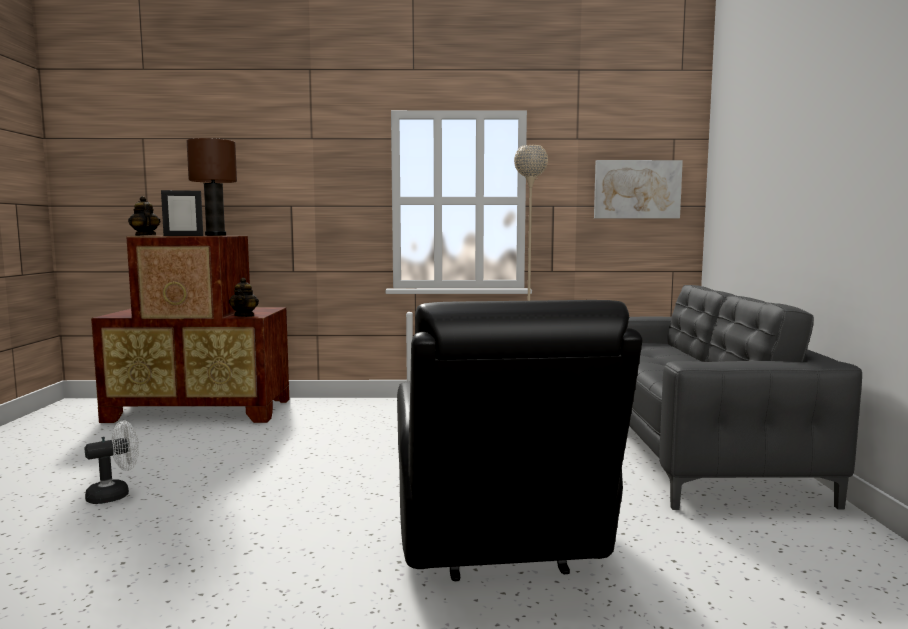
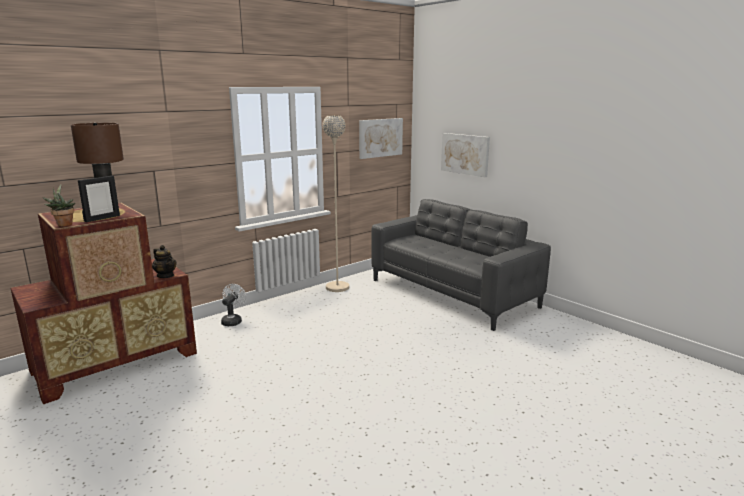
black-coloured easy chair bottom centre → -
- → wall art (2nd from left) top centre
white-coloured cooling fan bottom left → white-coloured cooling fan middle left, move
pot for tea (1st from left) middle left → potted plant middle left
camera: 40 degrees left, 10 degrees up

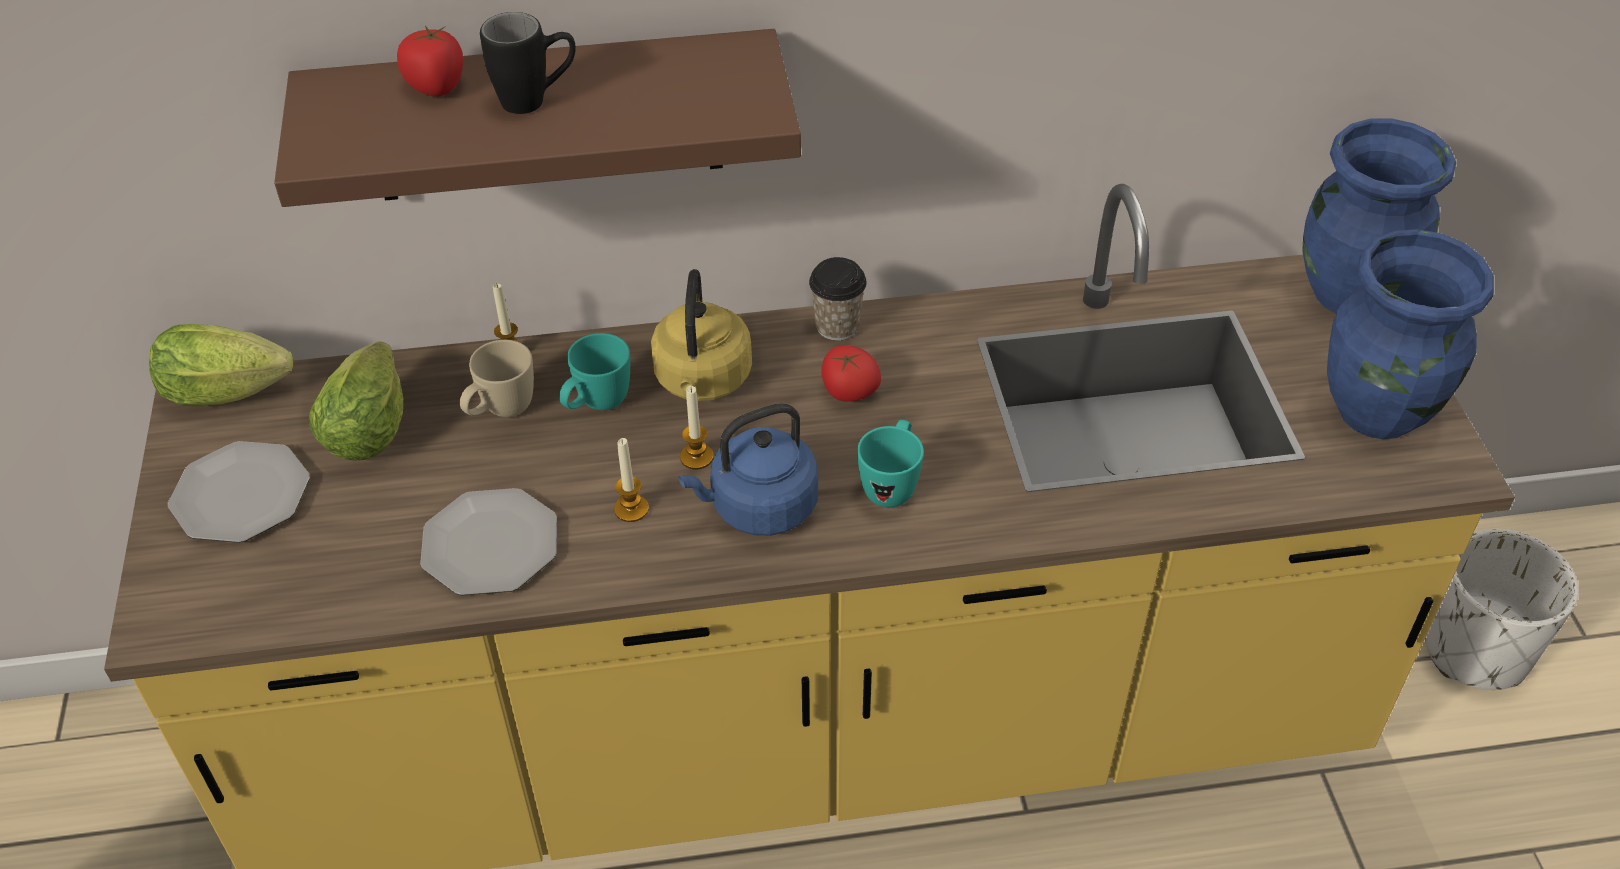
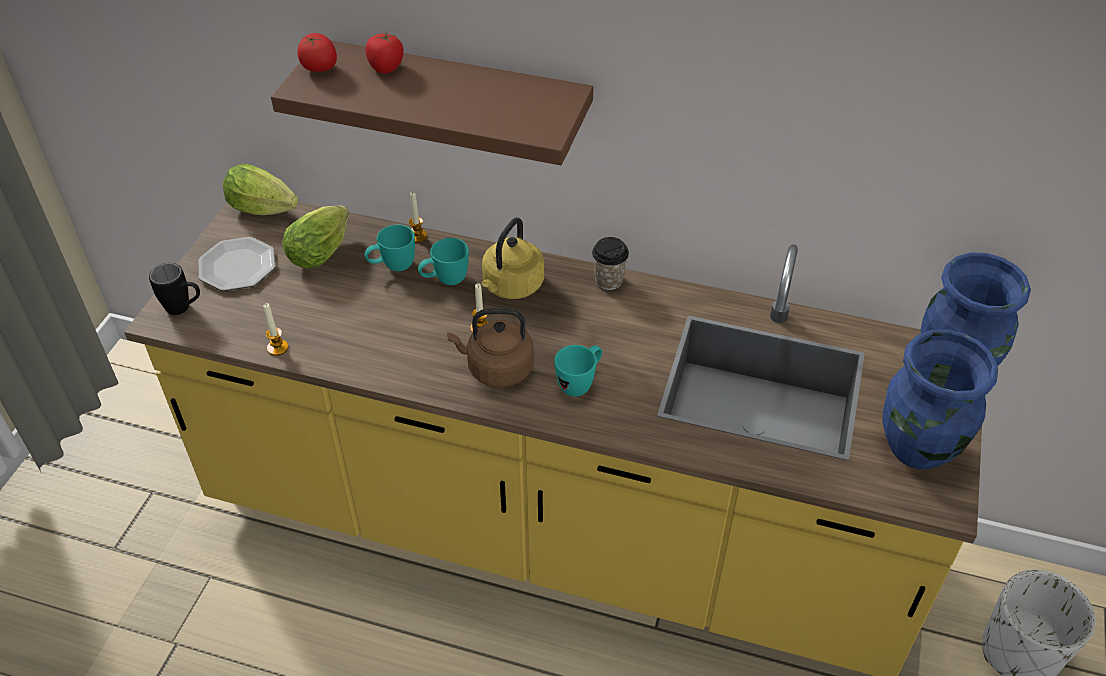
plate (2nd from left) middle left → -
black-coloured mug top left → black-coloured mug middle left, move
wax light (2nd from left in the first image) centre → wax light (1st from left) middle left, move
fresh tomato (2nd from left in the first image) centre → fresh tomato (1st from left) top left, move
beige-coloured mug middle left → turquoise mug (1st from left) centre
blue-coloured tea kettle centre → brownish tea kettle centre
camera: 25 degrees right, 0 degrees up

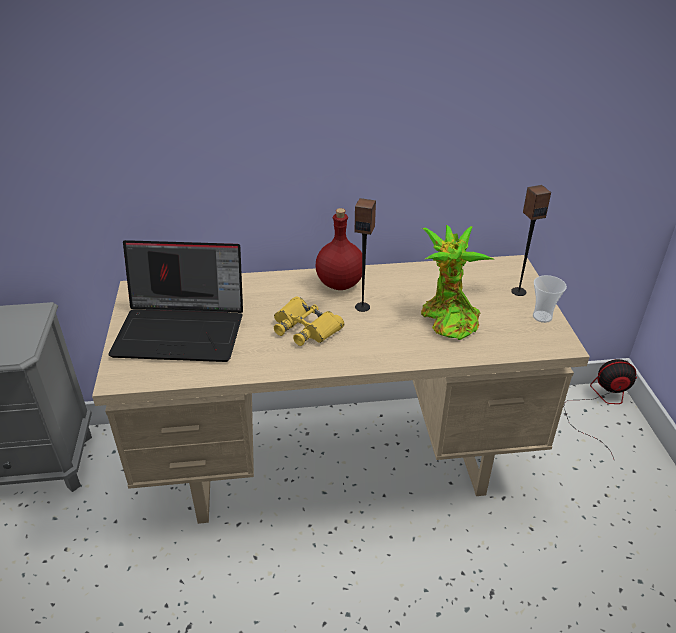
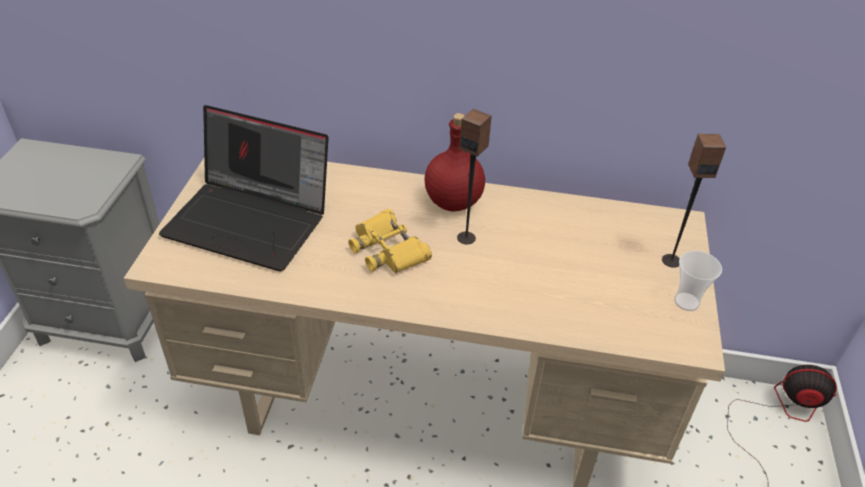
potted plant middle right → -
camera: 15 degrees right, 5 degrees up

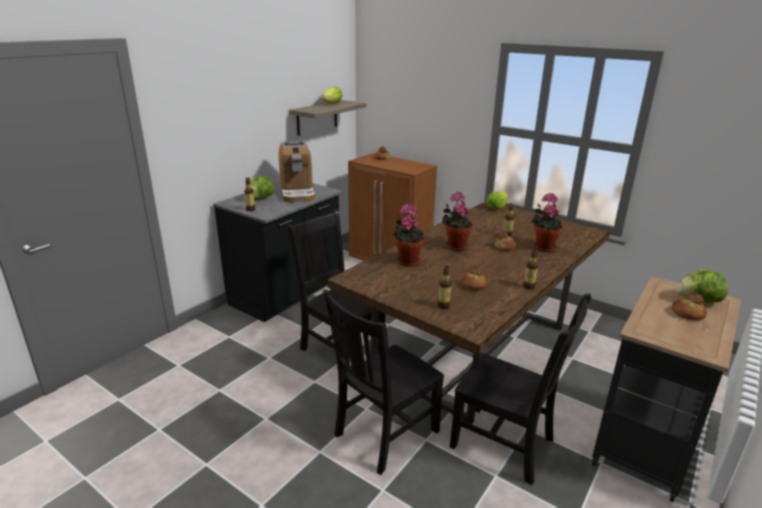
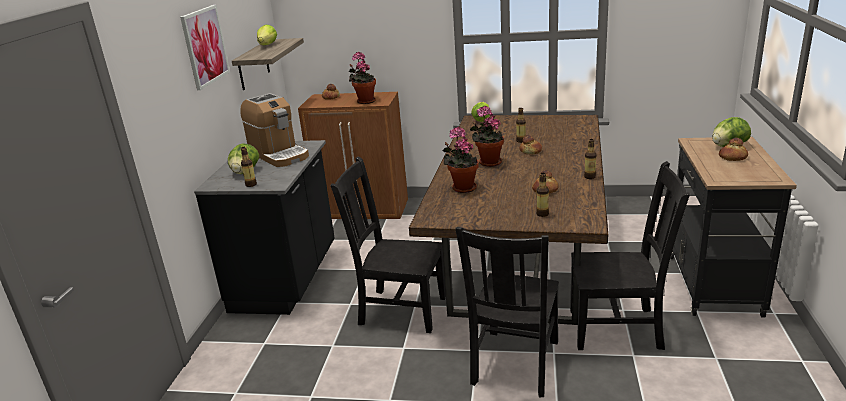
- → wall art top left
potted plant (3rd from left in the first image) middle right → potted plant (1st from left) top centre, move
camera: 25 degrees left, 0 degrees up

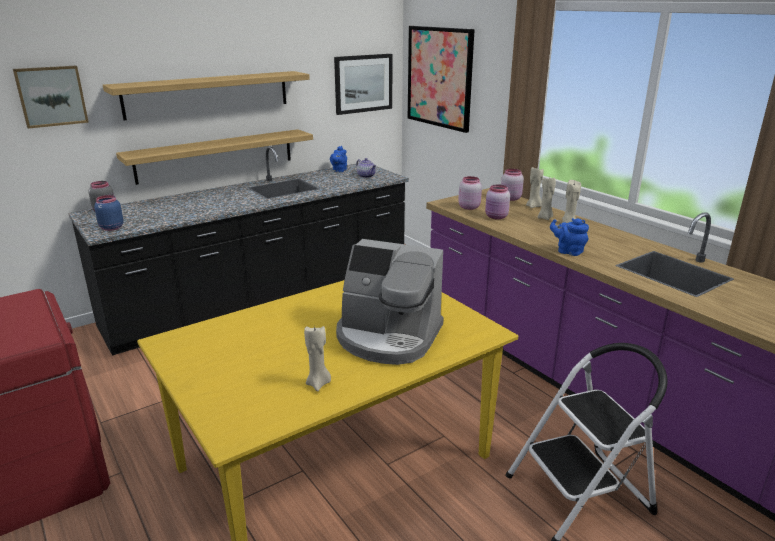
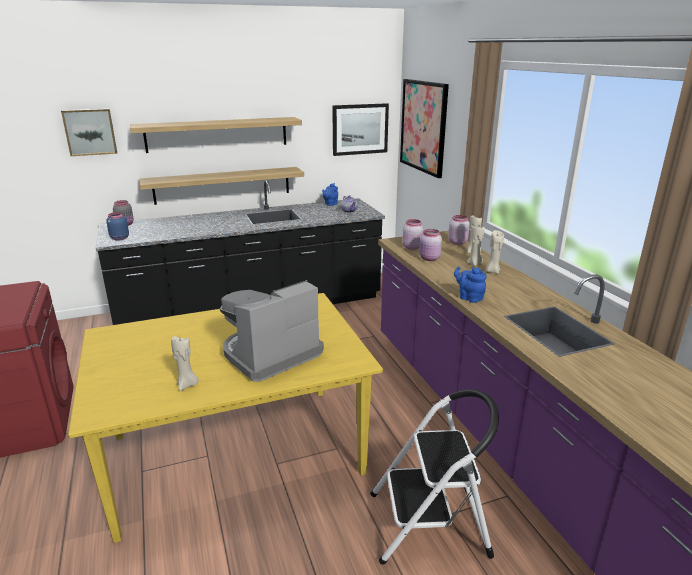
coffee maker centre, 105 degrees clockwise
camera: 15 degrees right, 0 degrees up

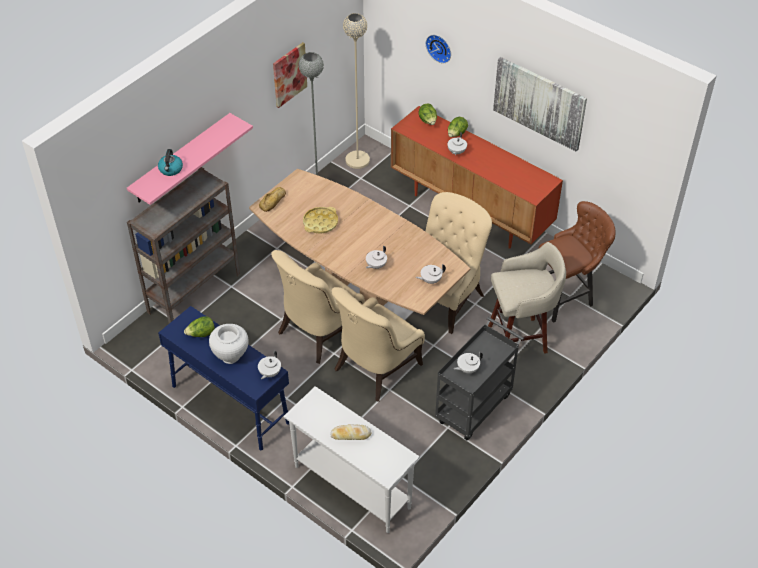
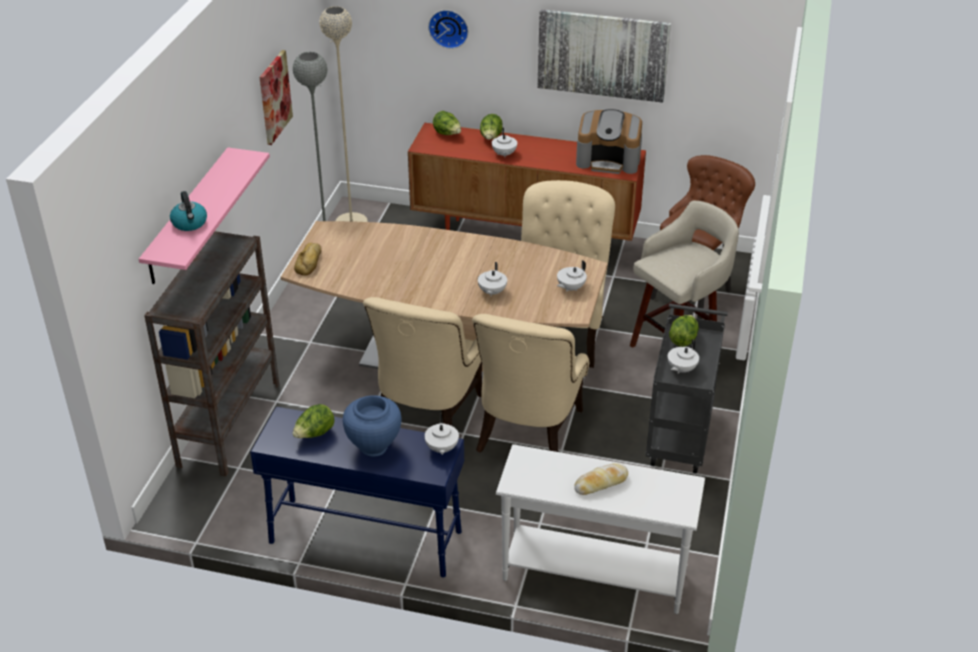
yellow carrying tray centre → -
- → coffee maker top centre
- → head of lettuce (4th from left) middle right
white-coloured decorative vase middle left → blue-coloured decorative vase centre
camera: 25 degrees left, 10 degrees down

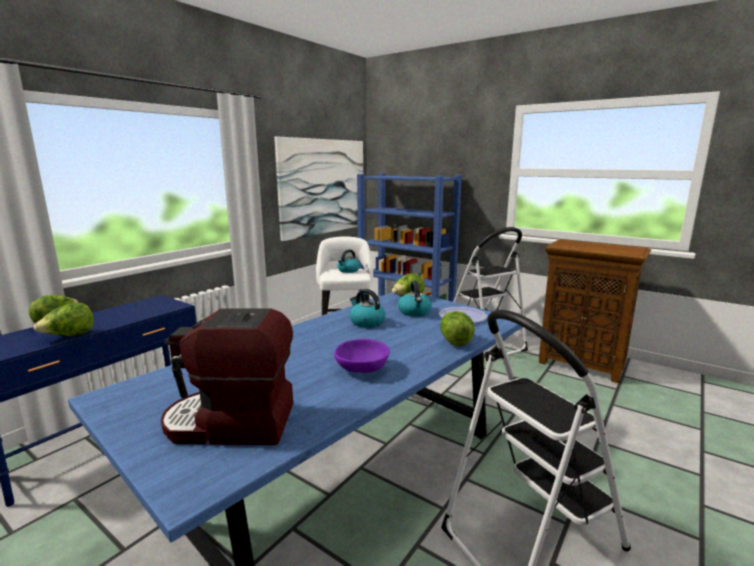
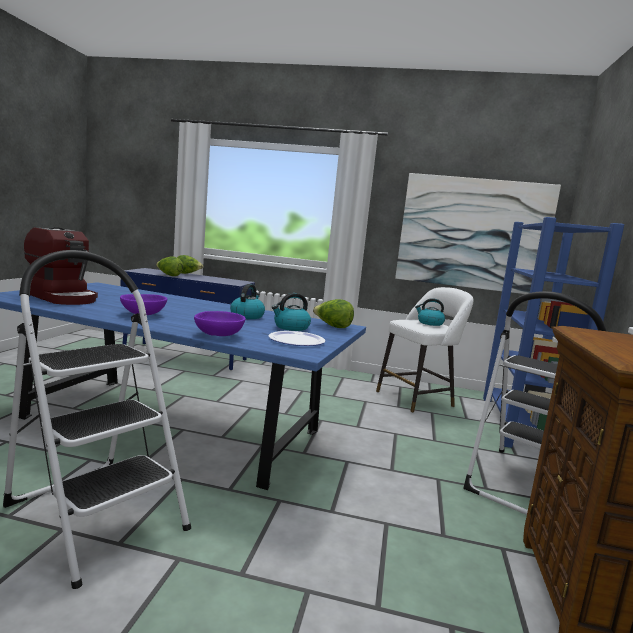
head of lettuce (4th from left) centre → purplish bowl (2nd from left) centre
coffee maker middle left, 150 degrees clockwise
camera: 65 degrees right, 5 degrees down

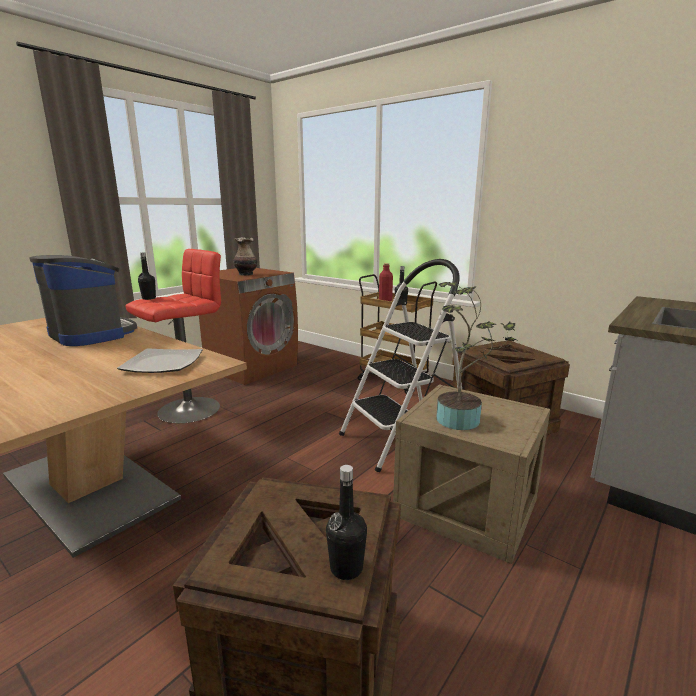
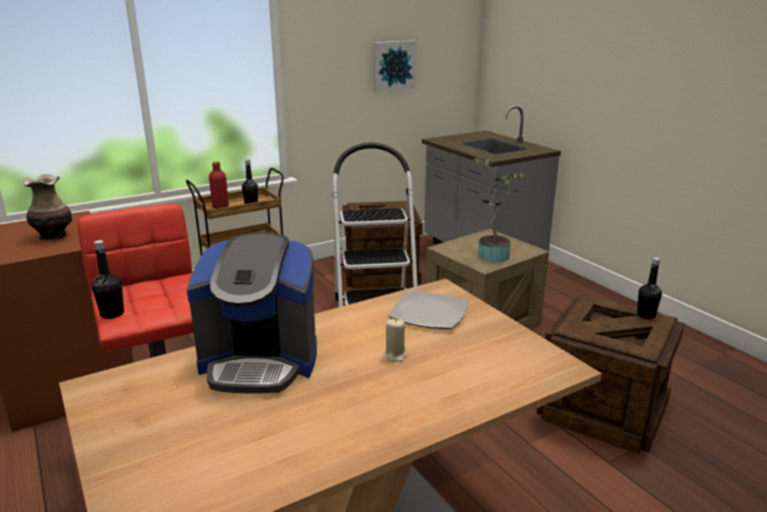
- → wall art top centre
- → beige-coloured wax light centre
coffee maker middle left, 150 degrees counterclockwise
camera: 70 degrees left, 5 degrees up

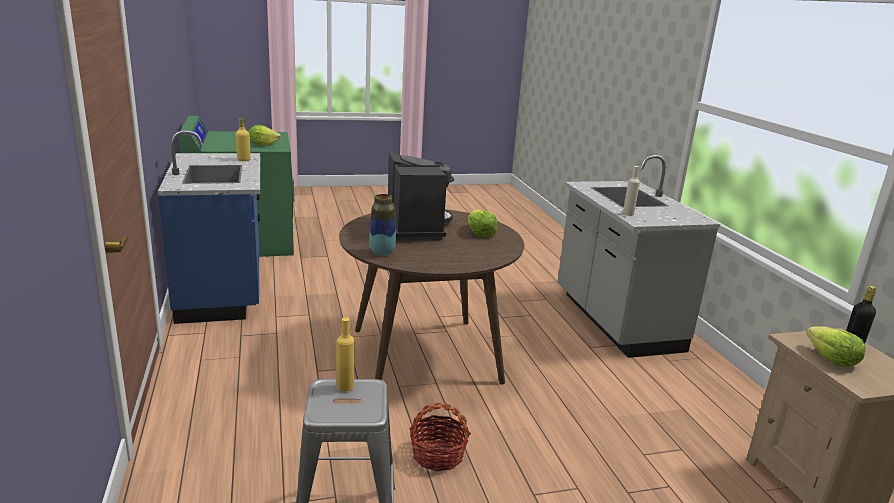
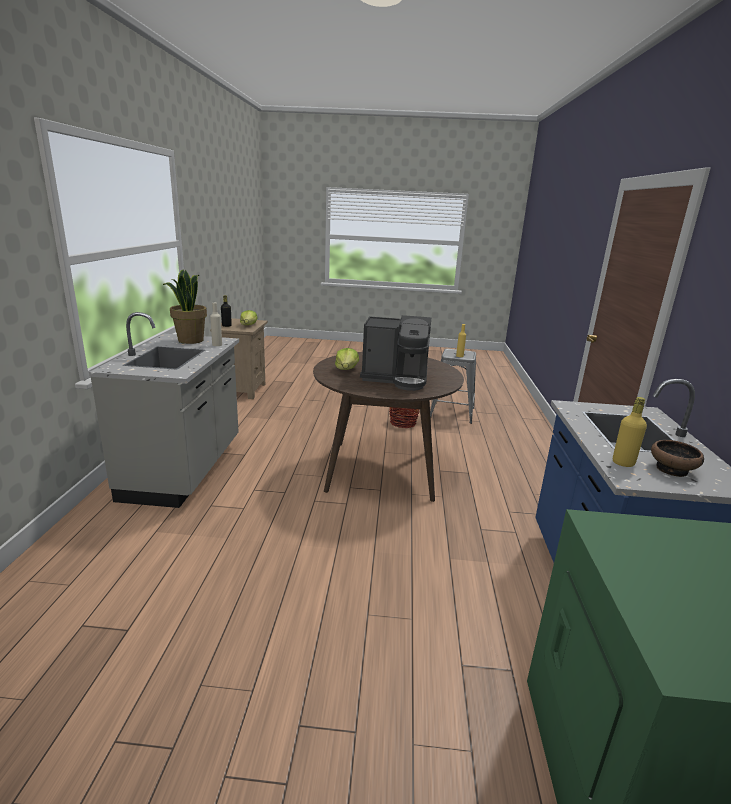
head of lettuce (1st from left) top left → -
decorative vase centre → -
- → potted plant middle left
- → bowl middle right
coffee maker centre, 90 degrees counterclockwise
camera: 160 degrees left, 0 degrees up

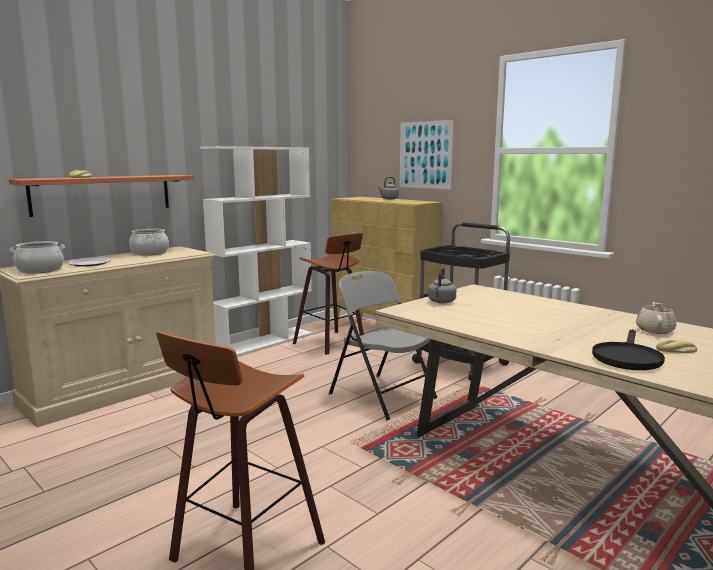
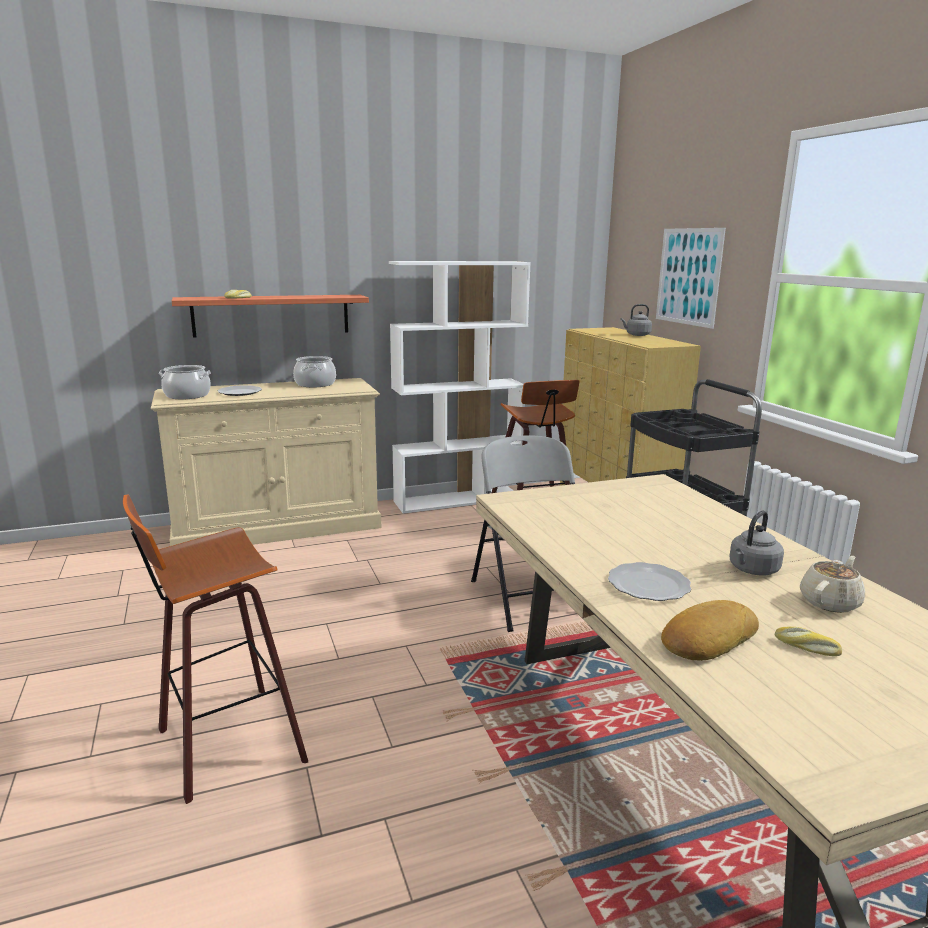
- → plate (2nd from left) middle right
gray tea kettle (2nd from left) centre → gray tea kettle (2nd from left) middle right, move
black-coloured pan middle right → bakery bread (2nd from left) bottom right
camera: 25 degrees right, 5 degrees up

